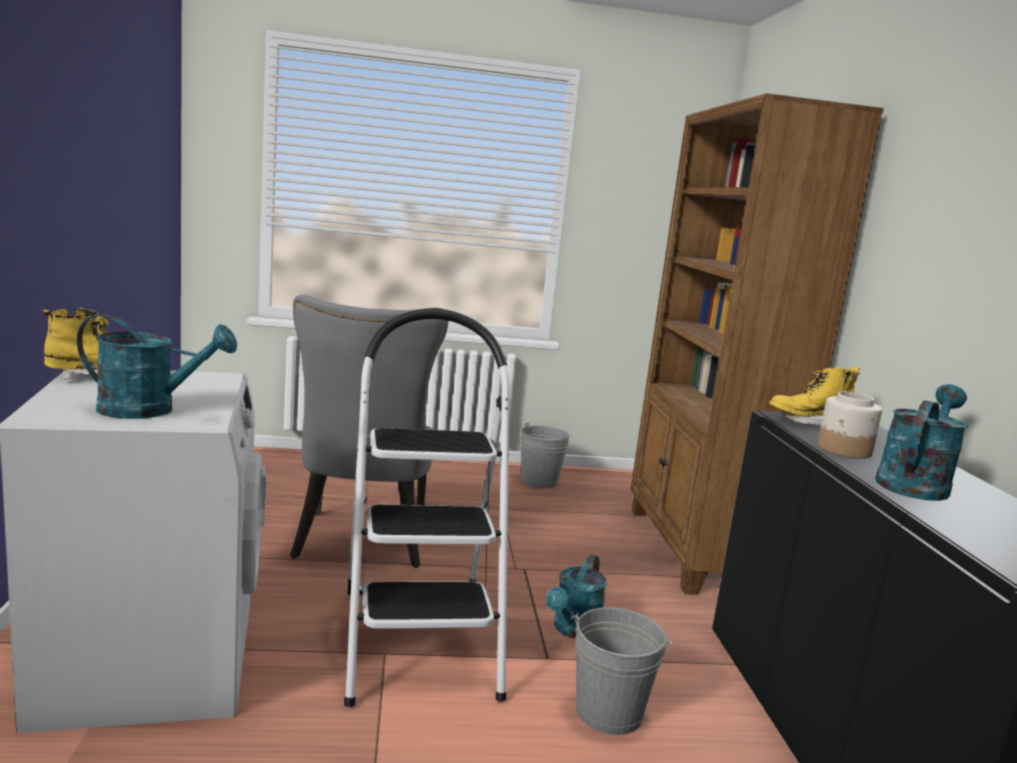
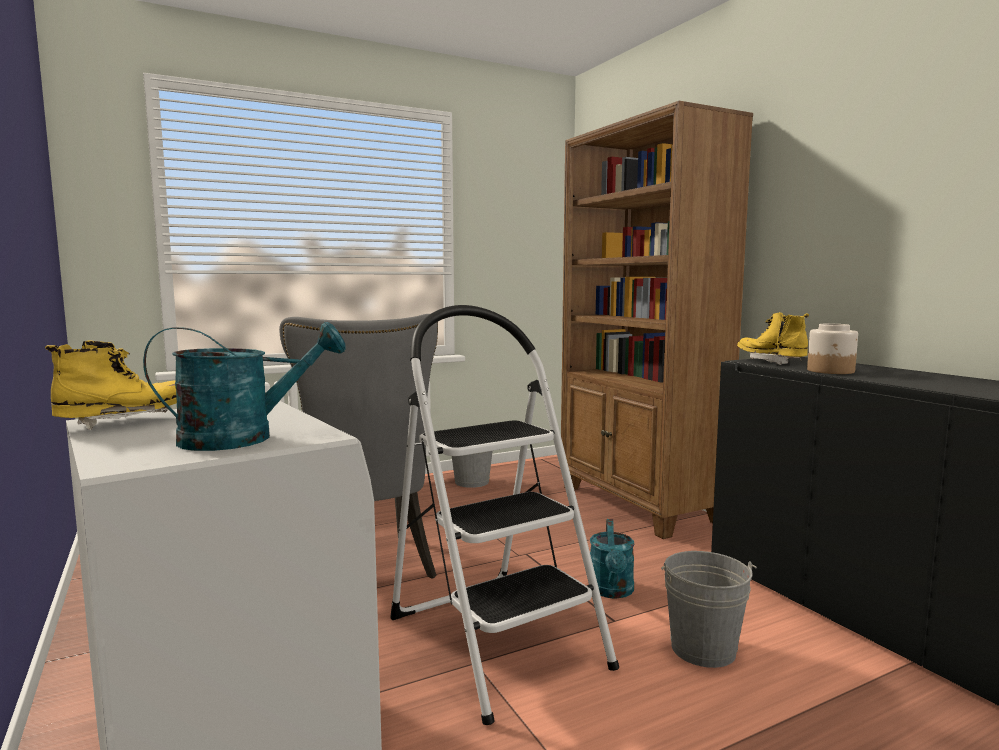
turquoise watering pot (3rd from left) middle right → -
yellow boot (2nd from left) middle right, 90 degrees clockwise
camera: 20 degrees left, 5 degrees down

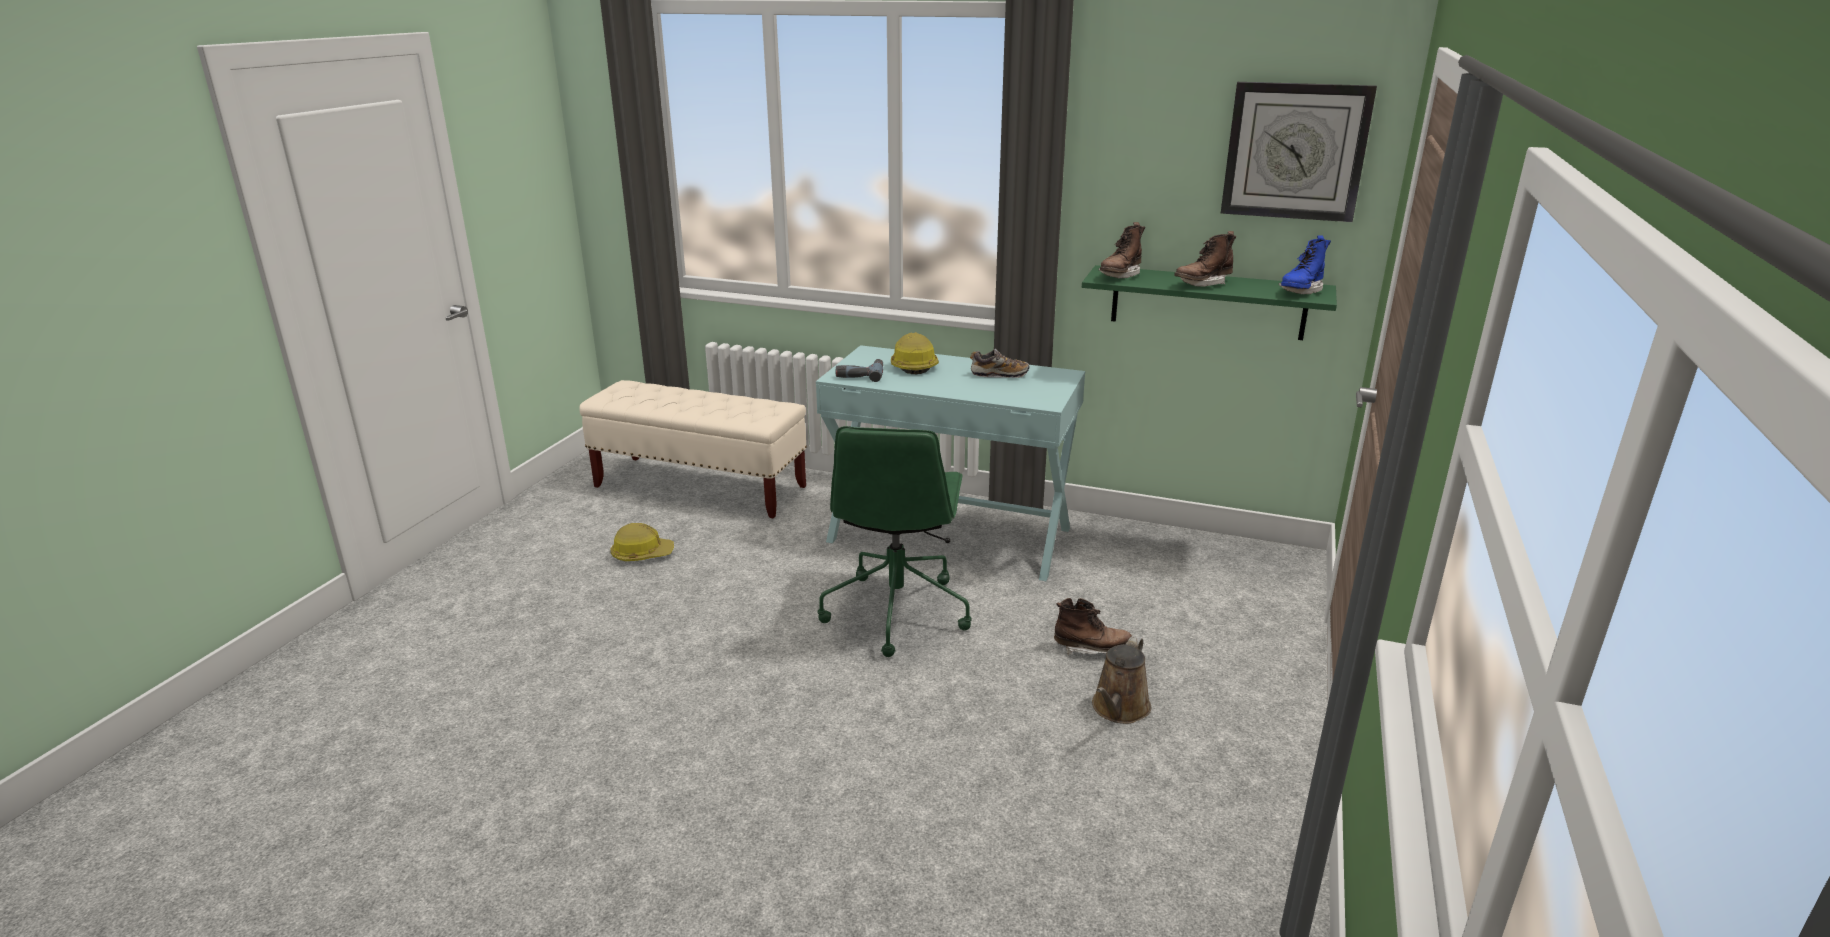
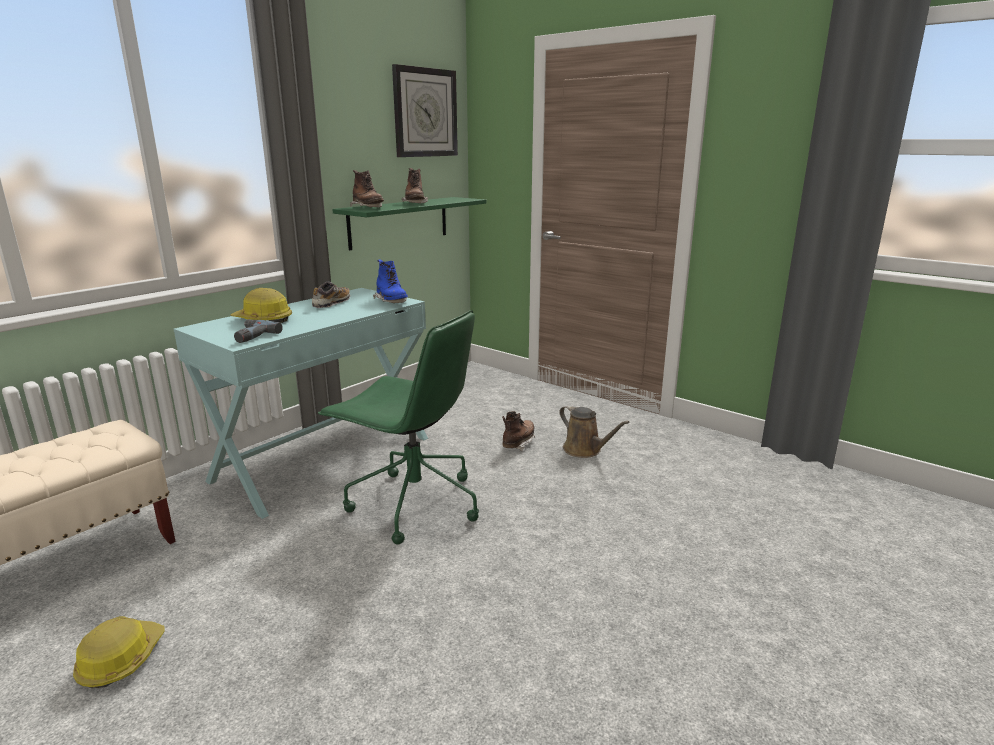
blue-coloured boot top right → blue-coloured boot centre, move
camera: 70 degrees left, 5 degrees down

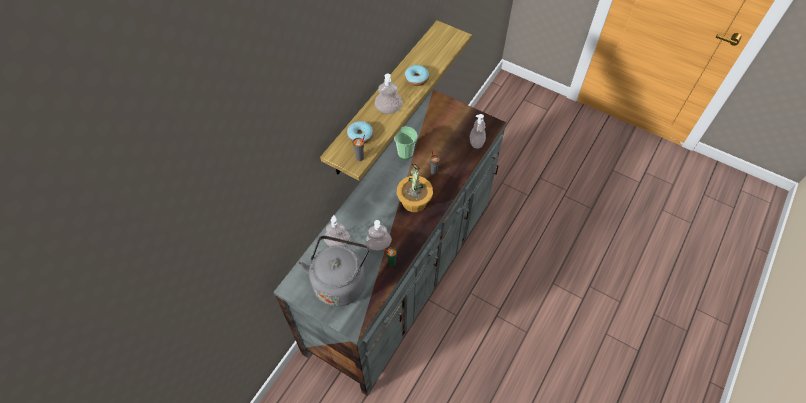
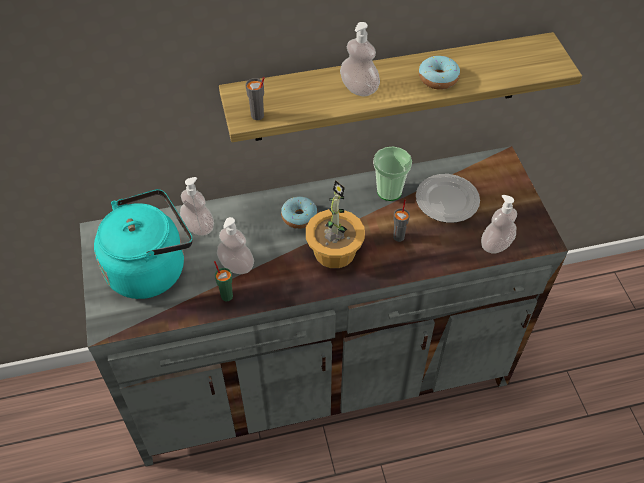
- → plate middle right
doughnut (1st from left) top centre → doughnut (1st from left) centre, move
gray tea kettle bottom centre → turquoise tea kettle middle left
camera: 45 degrees right, 5 degrees down

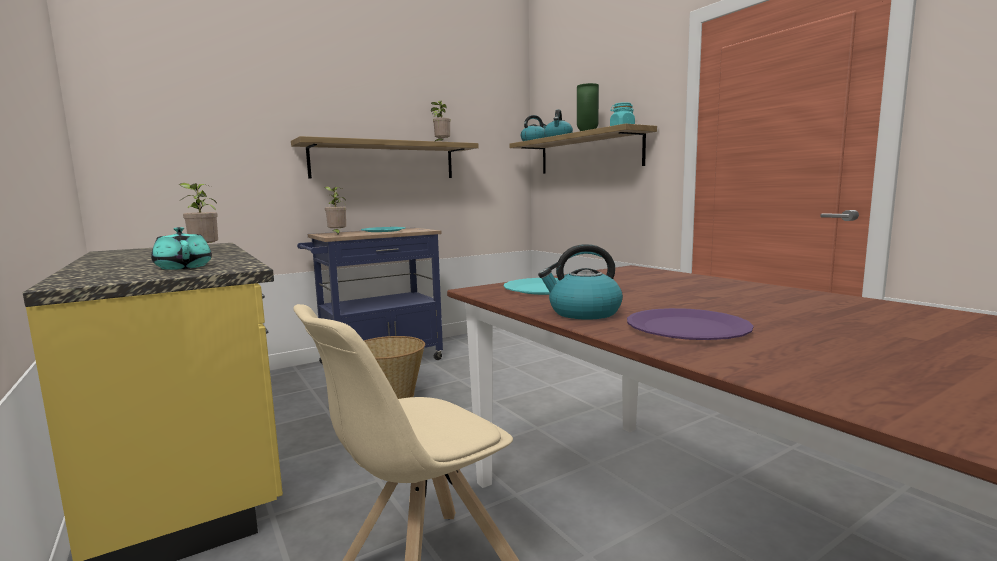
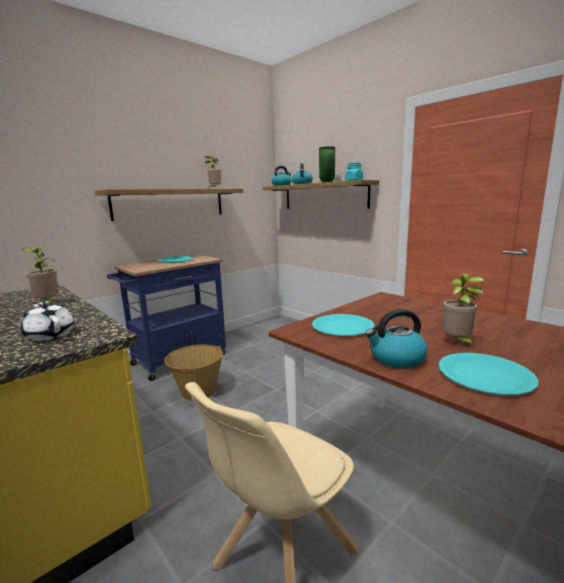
potted plant (2nd from left in the first image) centre → potted plant (3rd from left) middle right, move
turquoise pot for tea middle left → white-coloured pot for tea middle left
purplish plate middle right → turquoise plate (3rd from left) middle right
camera: 10 degrees left, 5 degrees up

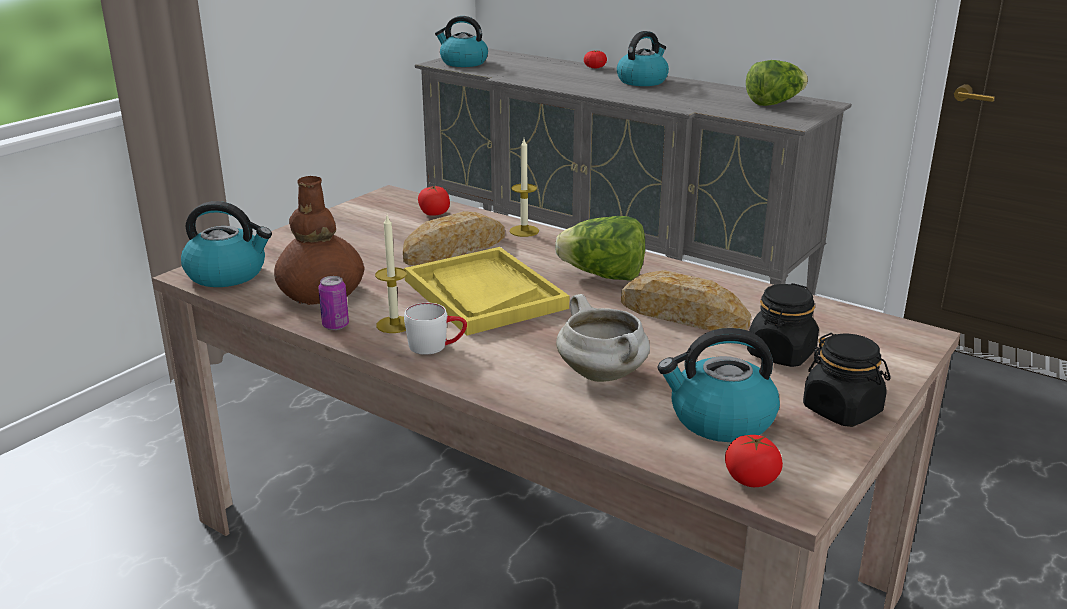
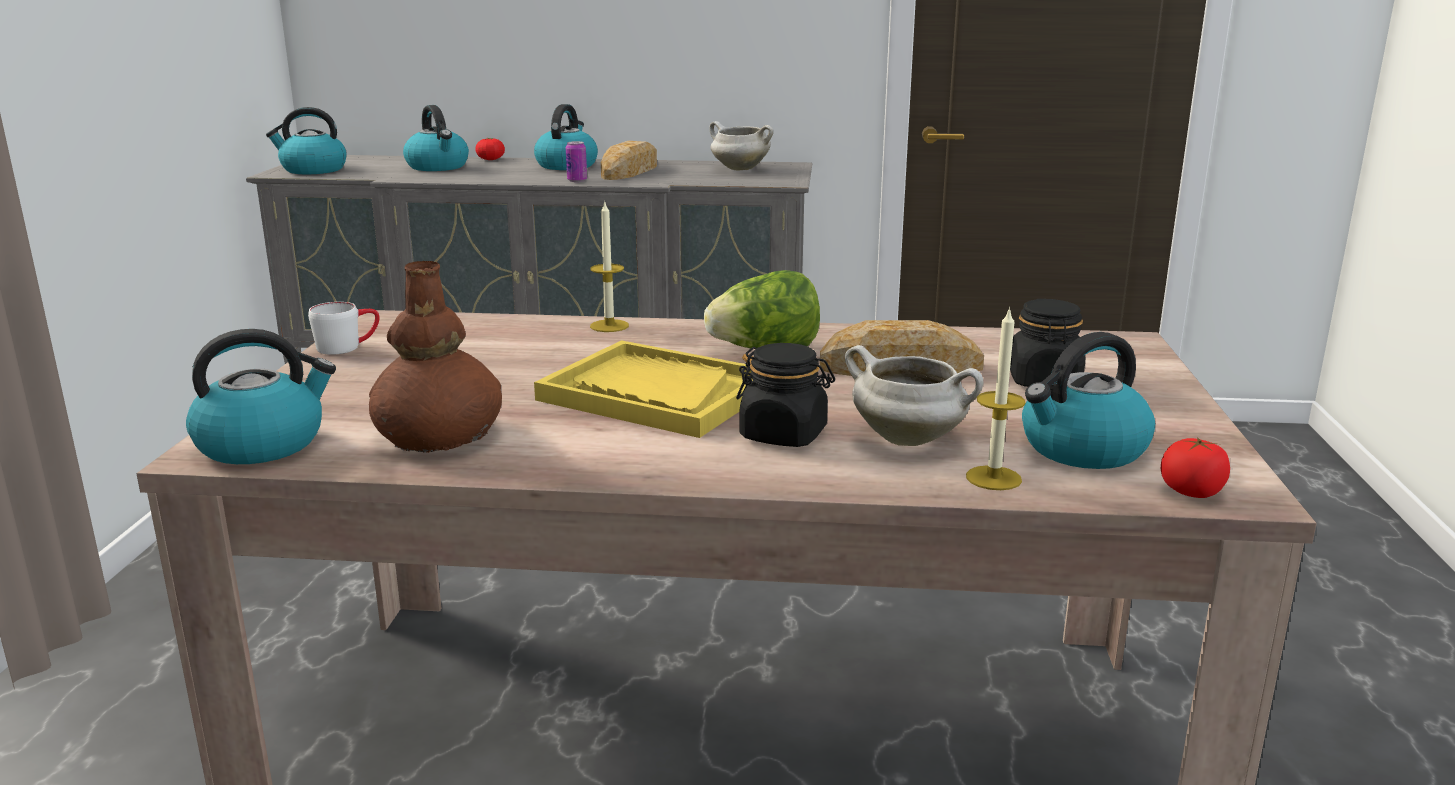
fresh tomato (1st from left) top centre → -
- → tea kettle (3rd from left) top left
metal can middle left → metal can top centre, move
wax light (1st from left in the first image) centre → wax light (2nd from left) middle right, move
bakery bread (1st from left) centre → bakery bread (1st from left) top centre, move
white-coloured mug centre → white-coloured mug middle left, move
black-coloured preserve jar (2nd from left in the first image) middle right → black-coloured preserve jar (1st from left) centre, move
head of lettuce (2nd from left) top right → white-coloured saucepot (1st from left) top centre
camera: 30 degrees left, 5 degrees down

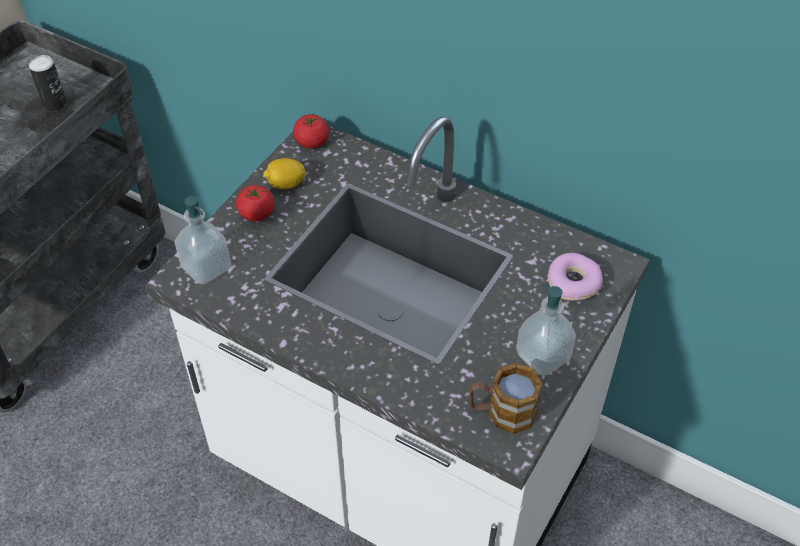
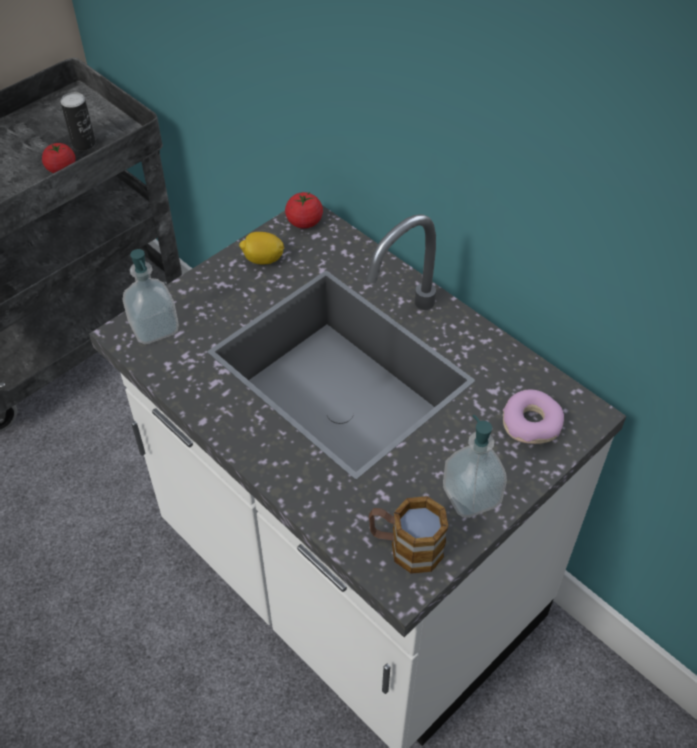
fresh tomato (1st from left) middle left → fresh tomato (1st from left) top left, move
camera: 15 degrees right, 0 degrees up

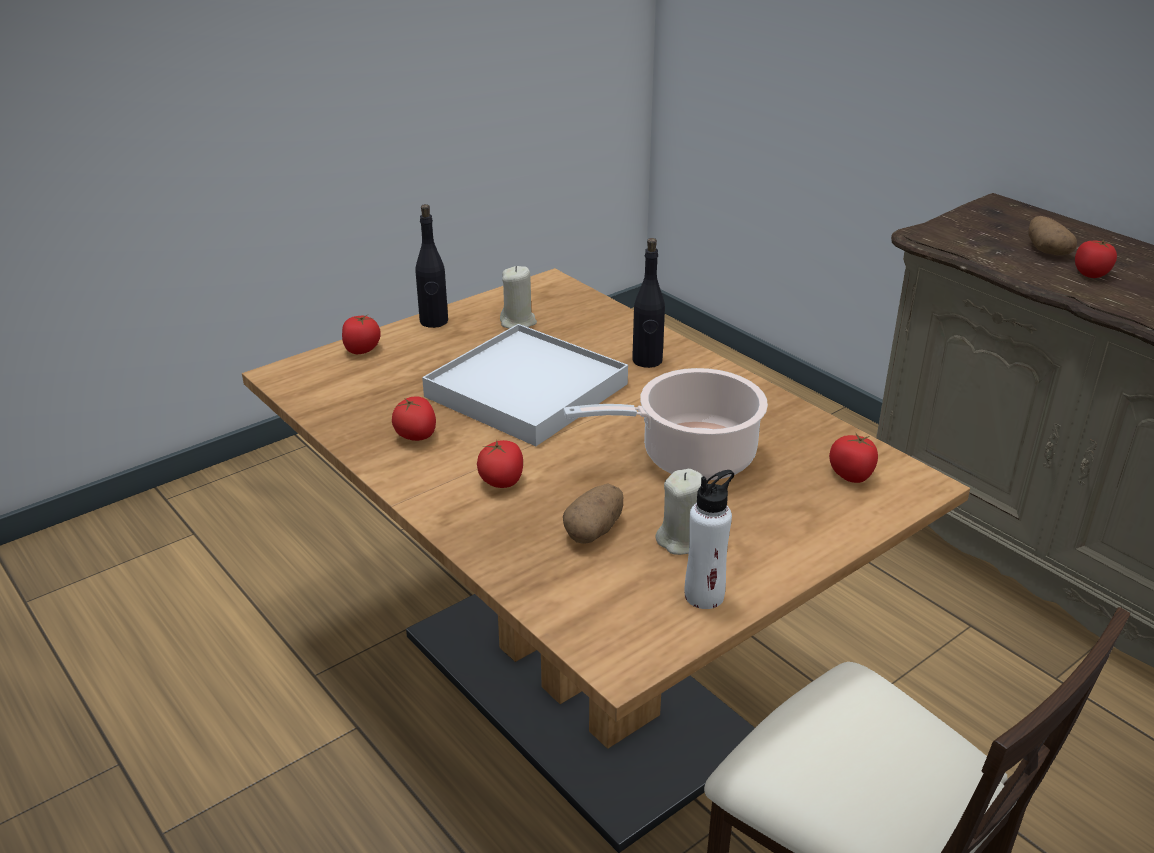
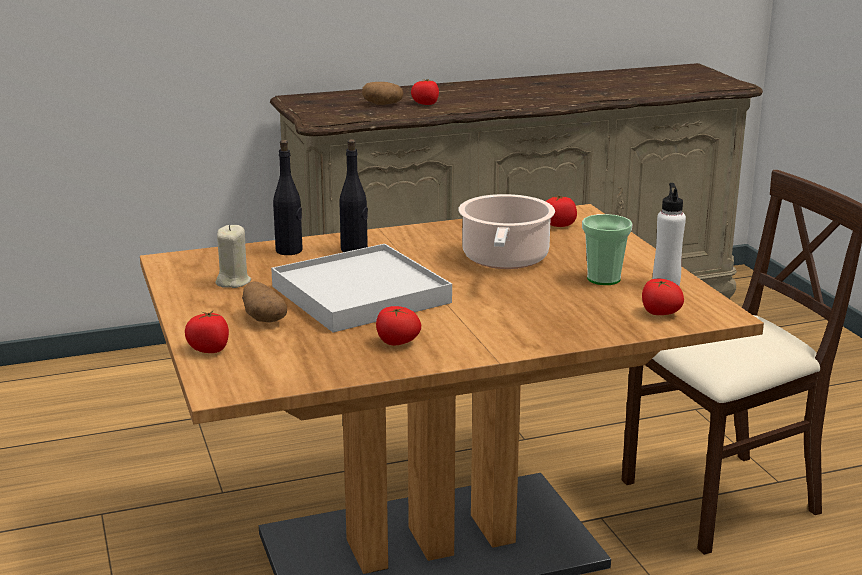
black-coloured drink bottle (1st from left) top centre → black-coloured drink bottle (1st from left) centre, move
fresh tomato (3rd from left in the first image) centre → fresh tomato (5th from left) middle right, move
whole potato (1st from left) centre → whole potato (1st from left) middle left, move
beige-coloured wax light (2nd from left) centre → cup middle right
camera: 70 degrees left, 10 degrees down

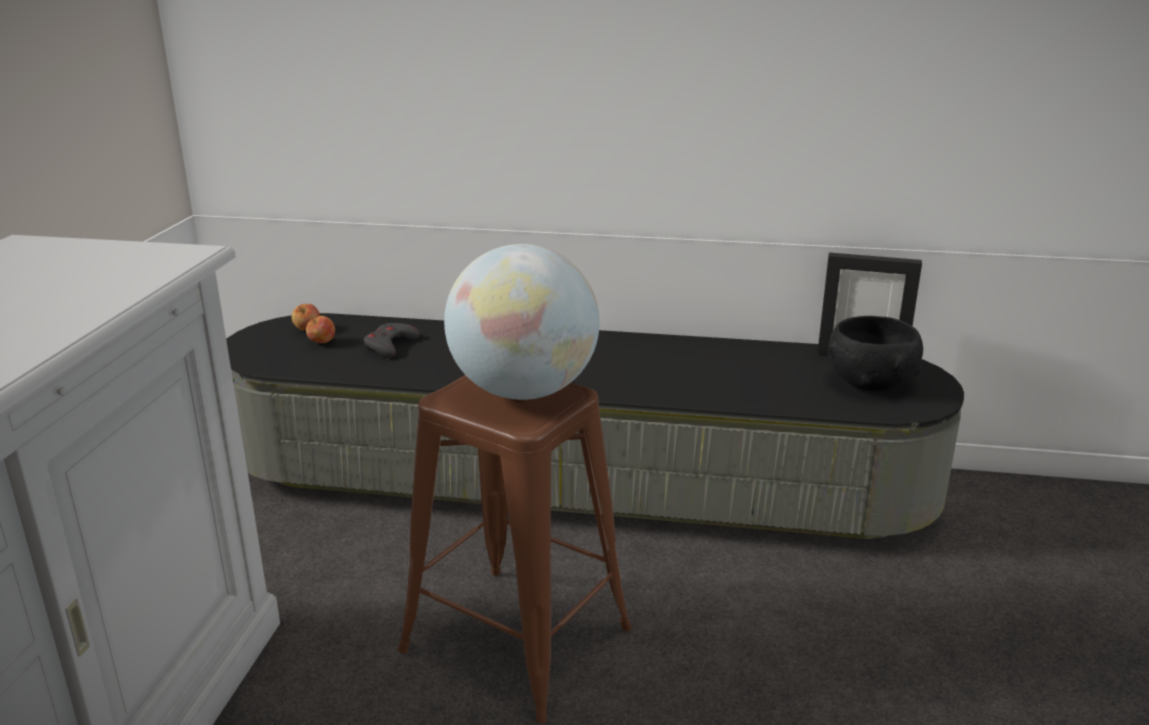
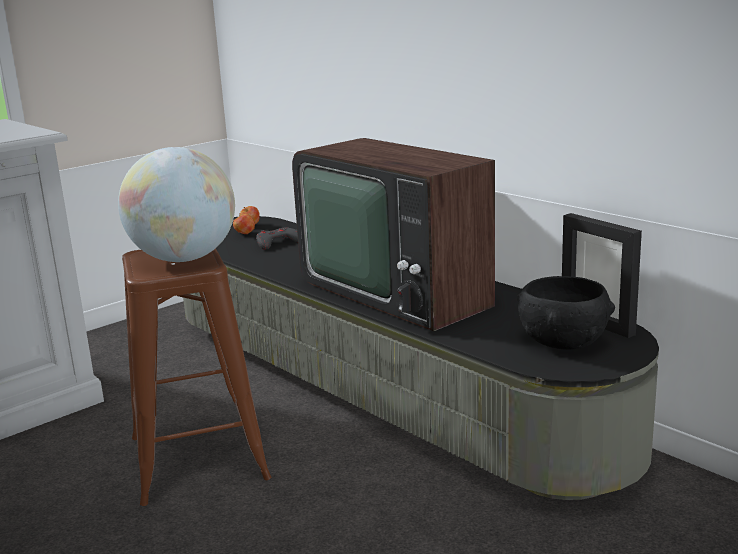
- → television centre
camera: 40 degrees right, 5 degrees down

